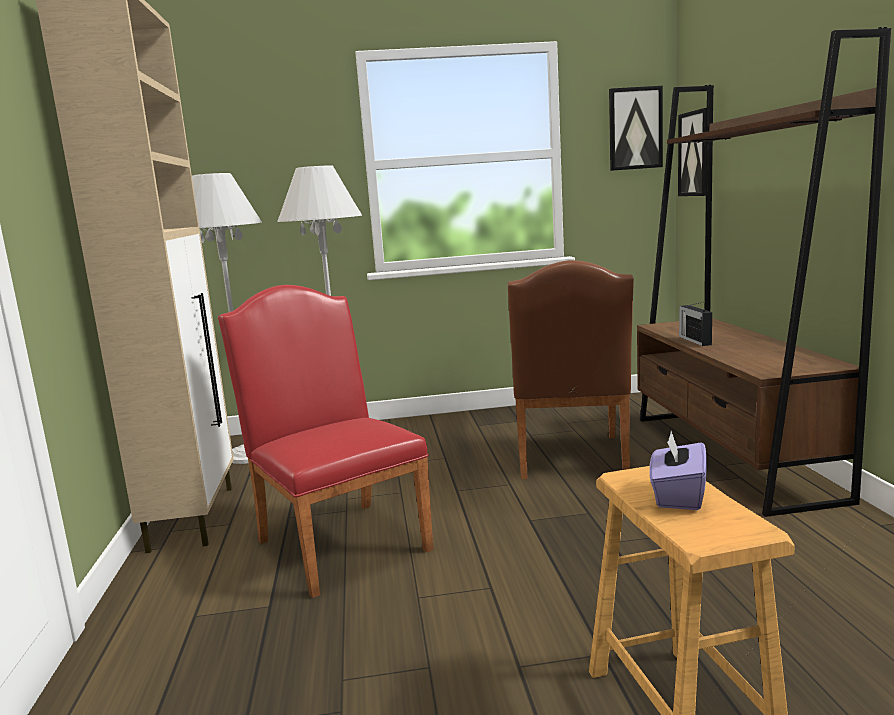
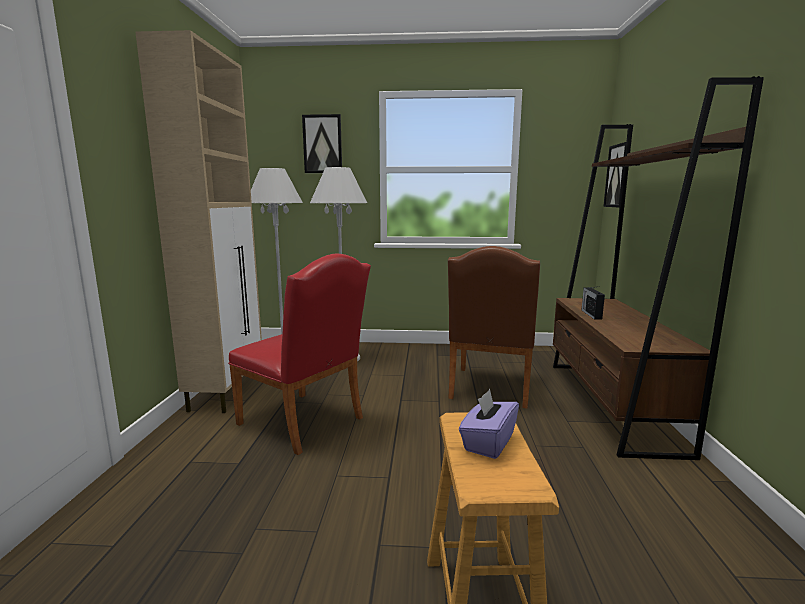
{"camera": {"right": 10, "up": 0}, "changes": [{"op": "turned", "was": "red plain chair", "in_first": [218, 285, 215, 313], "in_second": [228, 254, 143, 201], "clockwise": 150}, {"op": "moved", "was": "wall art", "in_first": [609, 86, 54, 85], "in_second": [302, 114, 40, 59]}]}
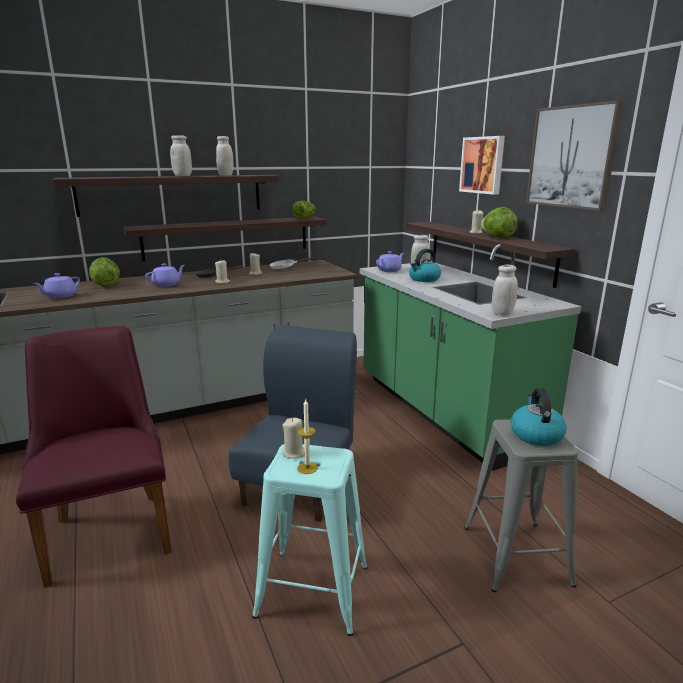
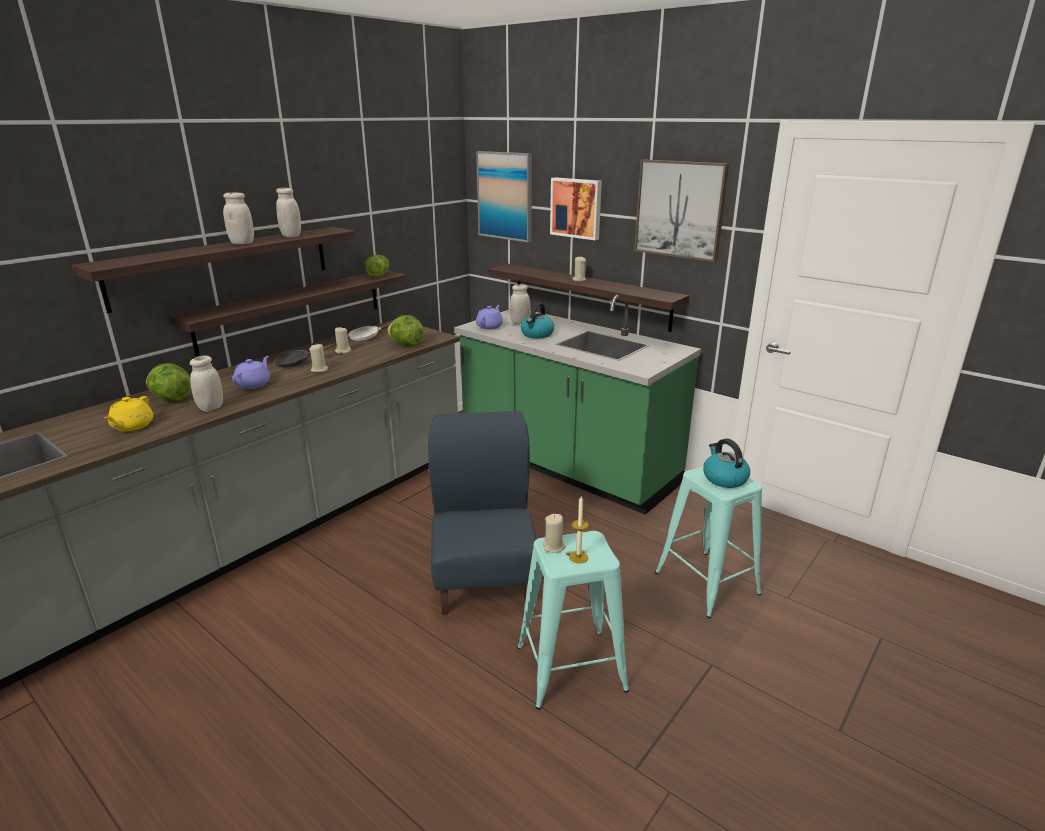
{"camera": {"right": -25, "up": 5}, "changes": [{"op": "recoloured", "was": "purple pot for tea", "now": "yellow-coloured pot for tea", "in_first": [32, 273, 48, 26], "in_second": [104, 396, 49, 35]}, {"op": "moved", "was": "white preserve jar", "in_first": [492, 265, 26, 51], "in_second": [190, 356, 33, 56]}, {"op": "moved", "was": "head of lettuce", "in_first": [481, 207, 36, 31], "in_second": [388, 315, 36, 31]}, {"op": "added", "now": "wall art", "in_second": [476, 151, 56, 91]}, {"op": "recoloured", "was": "gray stool seat", "now": "turquoise-coloured stool seat", "in_first": [464, 419, 114, 173], "in_second": [655, 467, 107, 151]}, {"op": "removed", "was": "purple plain chair", "in_first": [16, 327, 156, 261]}]}
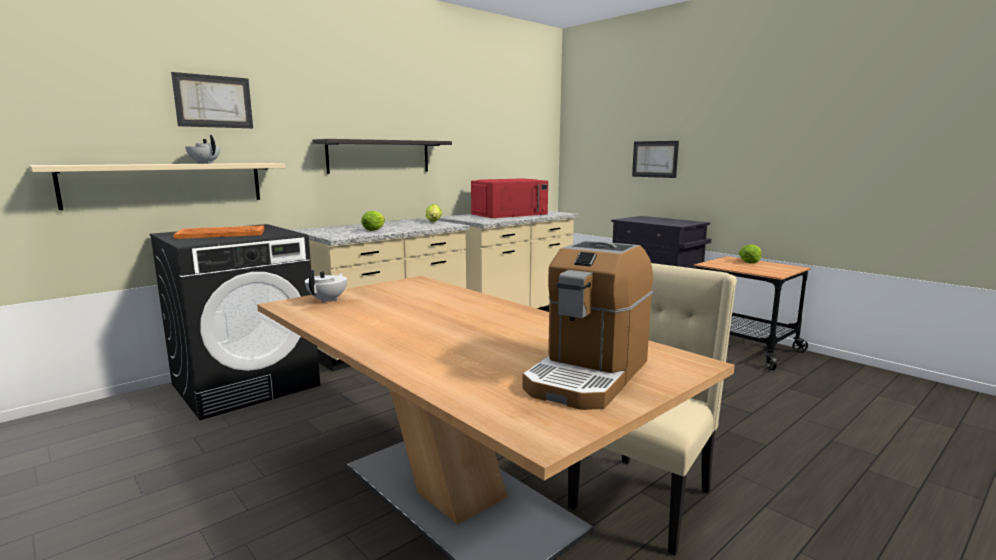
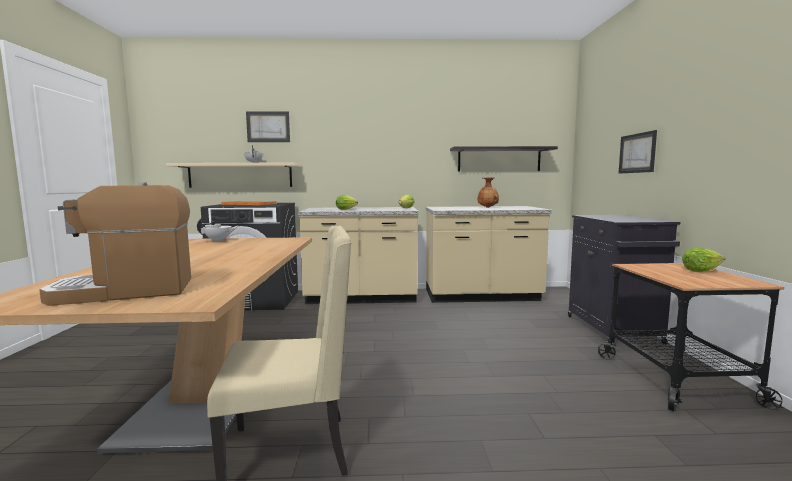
{"camera": {"right": 40, "up": -5}, "changes": [{"op": "moved", "was": "bracket shelf", "in_first": [312, 139, 140, 35], "in_second": [450, 146, 108, 26]}, {"op": "replaced", "was": "red microwave oven", "now": "brown decorative vase", "in_first": [471, 178, 77, 40], "in_second": [478, 177, 21, 31]}]}
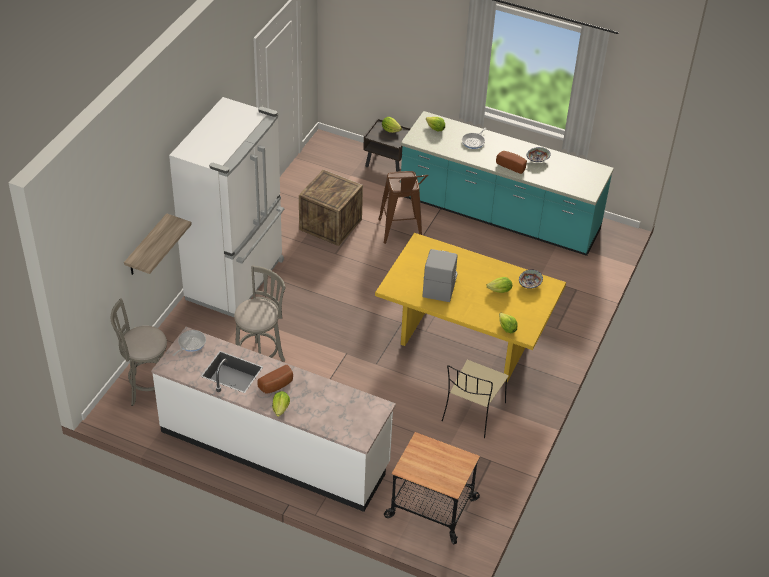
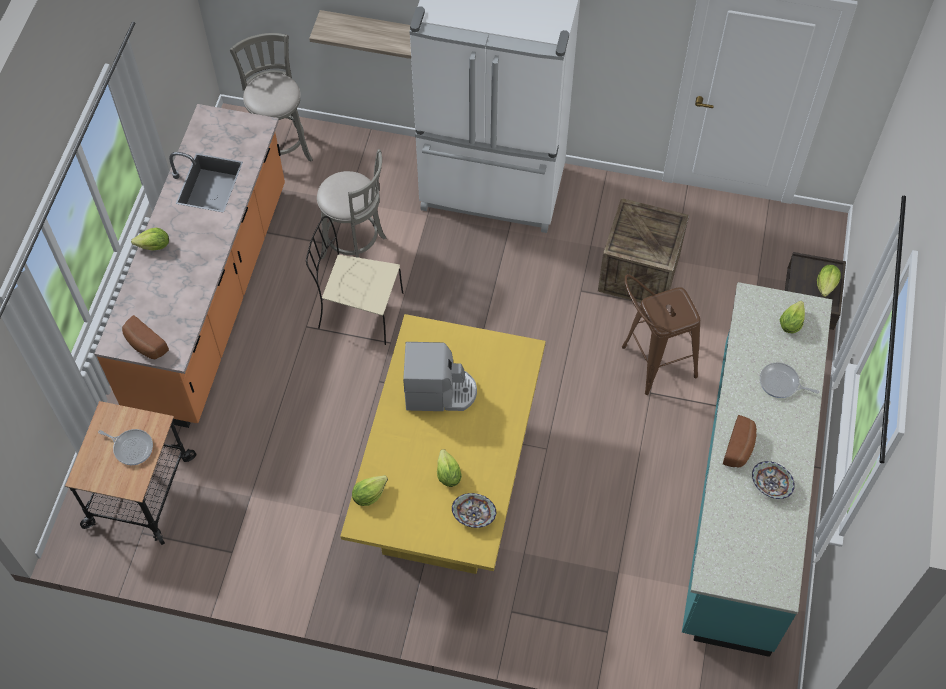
{"camera": {"right": 80, "up": 15}, "changes": [{"op": "recoloured", "was": "white kitchen counter", "now": "orange kitchen counter", "in_first": [151, 327, 245, 185], "in_second": [94, 104, 191, 324]}, {"op": "moved", "was": "skillet", "in_first": [173, 330, 33, 26], "in_second": [98, 429, 55, 36]}, {"op": "moved", "was": "bread", "in_first": [257, 365, 36, 29], "in_second": [122, 315, 47, 44]}, {"op": "moved", "was": "beige plain chair", "in_first": [442, 360, 67, 78], "in_second": [306, 216, 97, 129]}]}
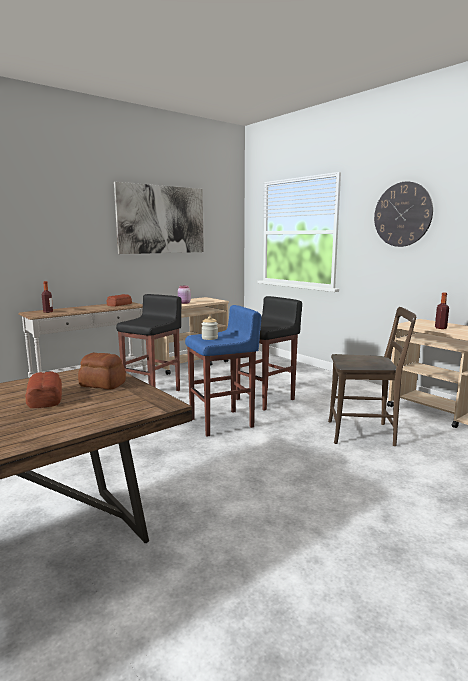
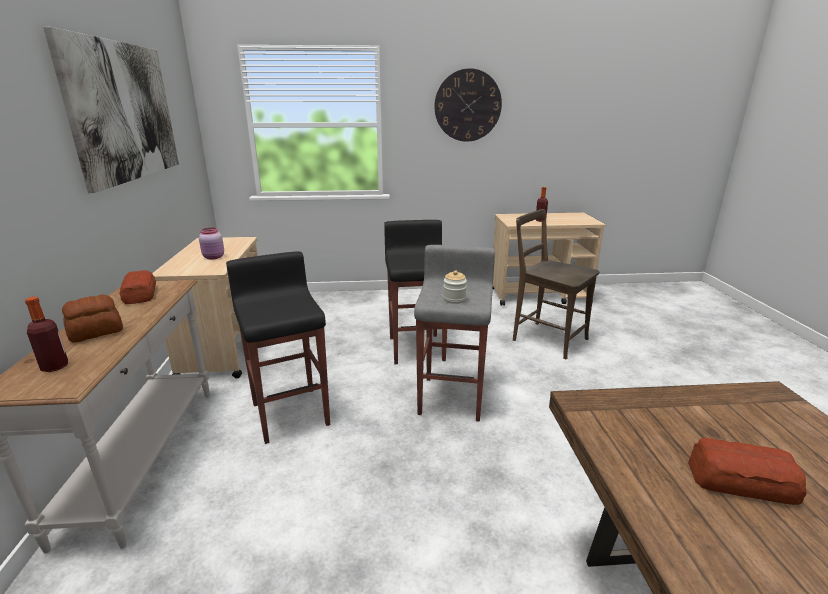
{"camera": {"right": -55, "up": 10}, "changes": [{"op": "moved", "was": "bread", "in_first": [78, 353, 48, 36], "in_second": [62, 295, 61, 48]}, {"op": "recoloured", "was": "bluish stool seat", "now": "gray stool seat", "in_first": [185, 305, 76, 132], "in_second": [414, 245, 81, 177]}, {"op": "turned", "was": "brown plain chair", "in_first": [328, 307, 89, 139], "in_second": [513, 209, 86, 150], "clockwise": -90}]}
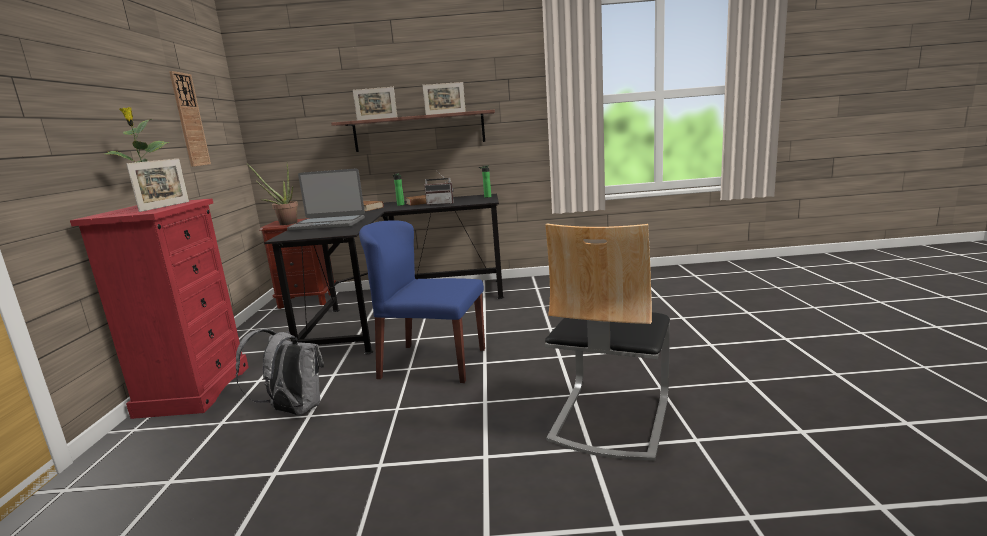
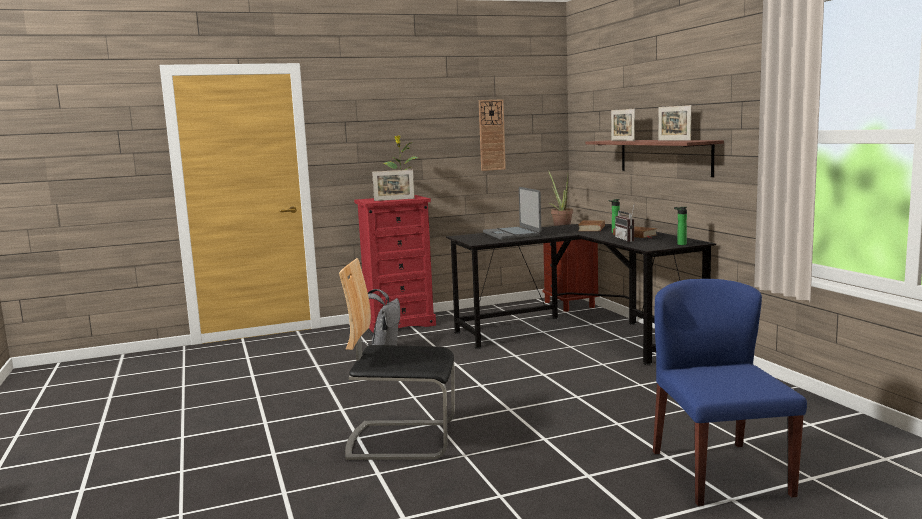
{"camera": {"right": 70, "up": -5}, "changes": [{"op": "moved", "was": "bluish plain chair", "in_first": [359, 220, 126, 163], "in_second": [653, 279, 154, 227]}]}
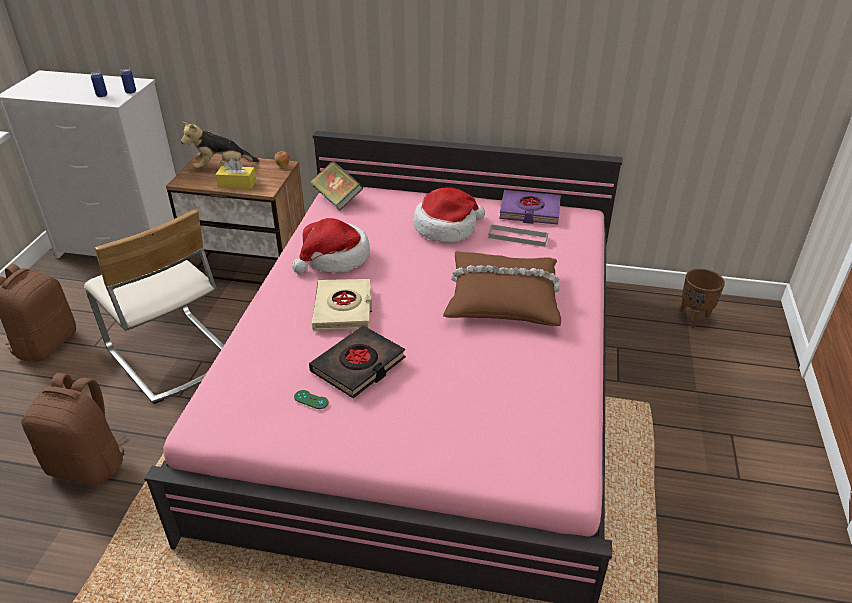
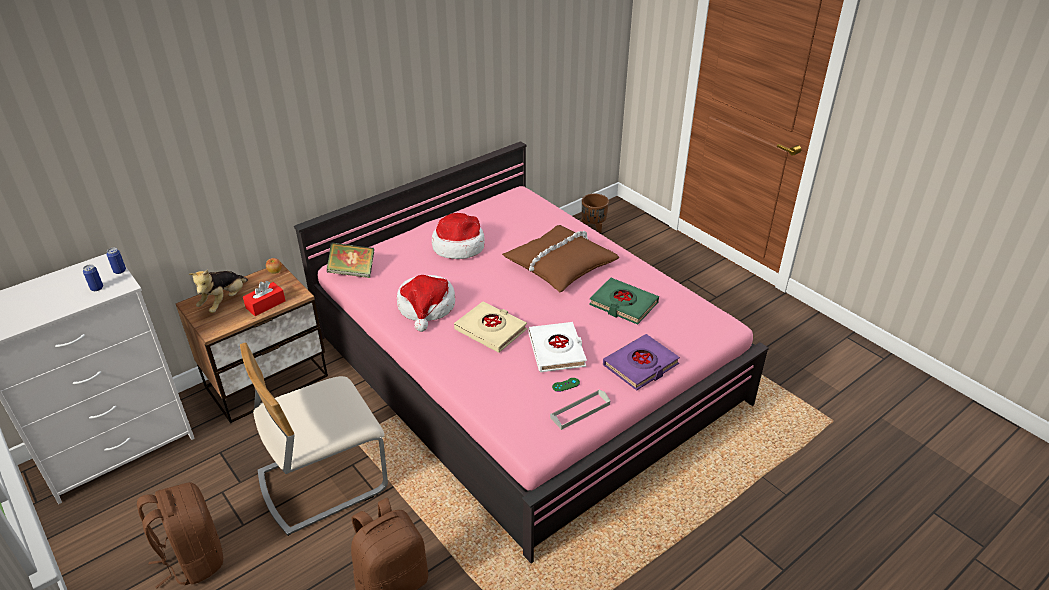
{"camera": {"right": -50, "up": 0}, "changes": [{"op": "turned", "was": "beige plain chair", "in_first": [84, 209, 140, 195], "in_second": [240, 342, 148, 194], "clockwise": 150}, {"op": "recoloured", "was": "yellow-coloured tissue holder", "now": "red tissue holder", "in_first": [216, 158, 40, 31], "in_second": [243, 281, 42, 35]}, {"op": "recoloured", "was": "black bound book", "now": "white bound book", "in_first": [309, 325, 97, 73], "in_second": [528, 322, 59, 50]}, {"op": "moved", "was": "gray tray", "in_first": [488, 224, 60, 23], "in_second": [550, 390, 61, 40]}, {"op": "added", "now": "green bound book", "in_second": [589, 278, 70, 47]}, {"op": "moved", "was": "purple bound book", "in_first": [499, 190, 62, 34], "in_second": [603, 334, 77, 57]}]}
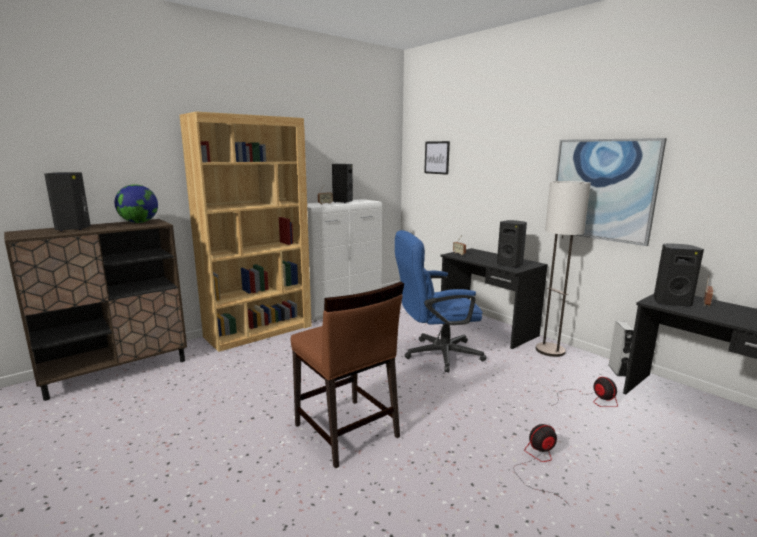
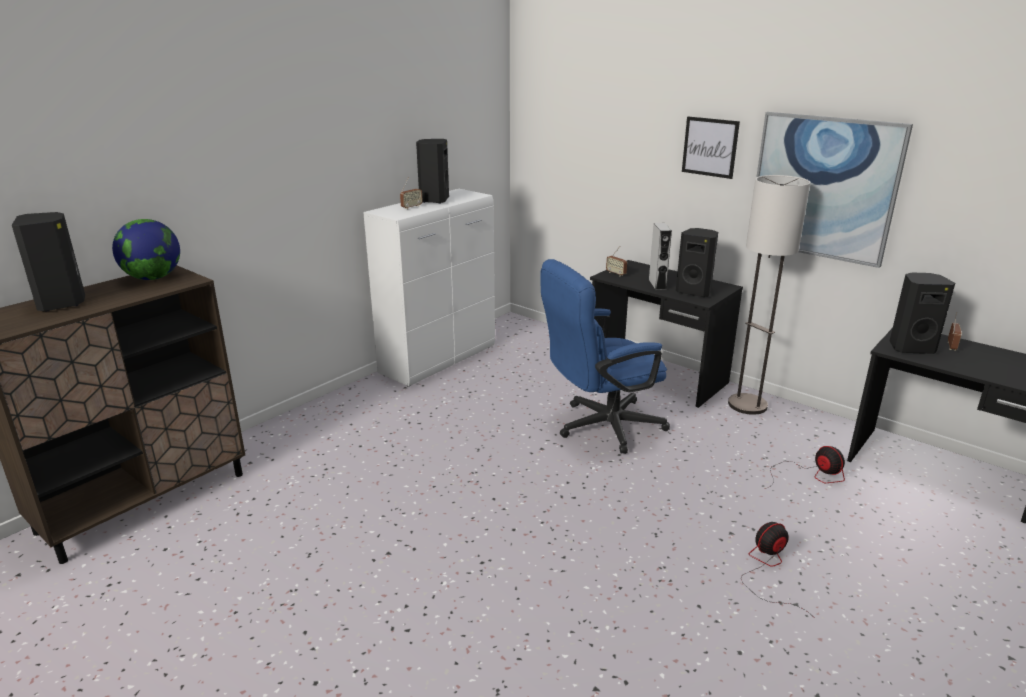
{"camera": {"right": -10, "up": 10}, "changes": [{"op": "moved", "was": "gray loudspeaker", "in_first": [609, 321, 25, 56], "in_second": [649, 223, 23, 67]}, {"op": "moved", "was": "wall art", "in_first": [424, 141, 26, 34], "in_second": [682, 117, 58, 62]}, {"op": "removed", "was": "brown bookshelf", "in_first": [179, 112, 133, 240]}, {"op": "removed", "was": "brown plain chair", "in_first": [291, 281, 113, 187]}]}
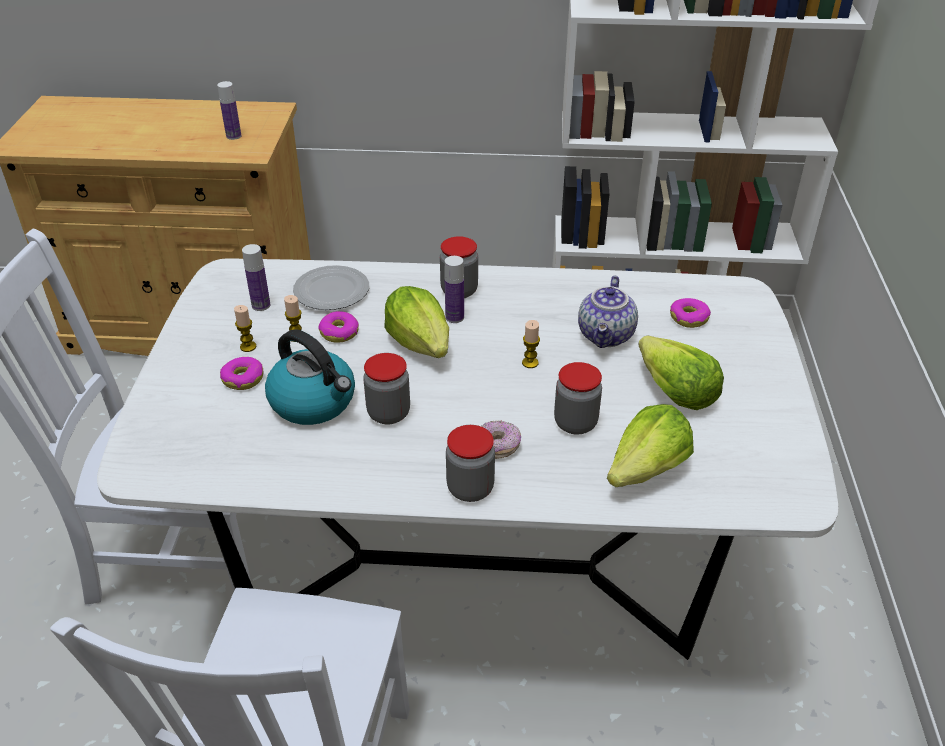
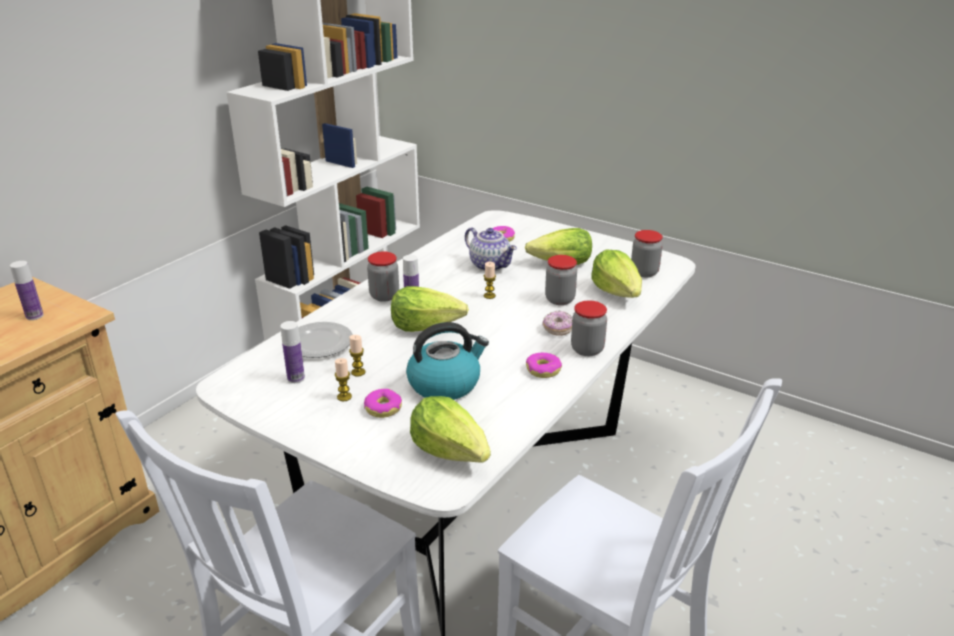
{"camera": {"right": -60, "up": -10}, "changes": [{"op": "added", "now": "head of lettuce", "in_second": [410, 396, 81, 66]}, {"op": "moved", "was": "doughnut", "in_first": [318, 311, 41, 32], "in_second": [526, 353, 36, 25]}, {"op": "moved", "was": "preserve jar", "in_first": [363, 353, 47, 71], "in_second": [631, 230, 32, 47]}]}
